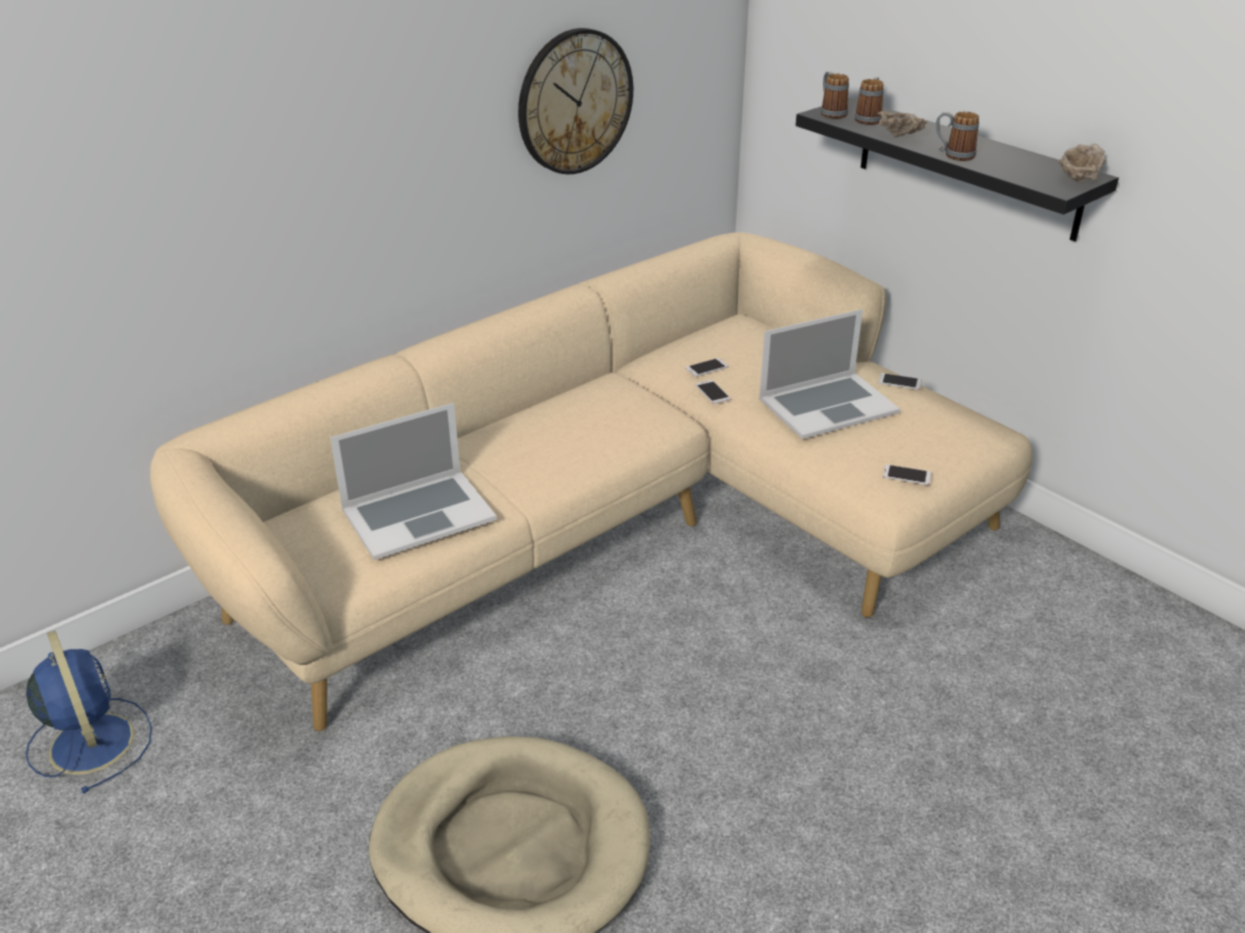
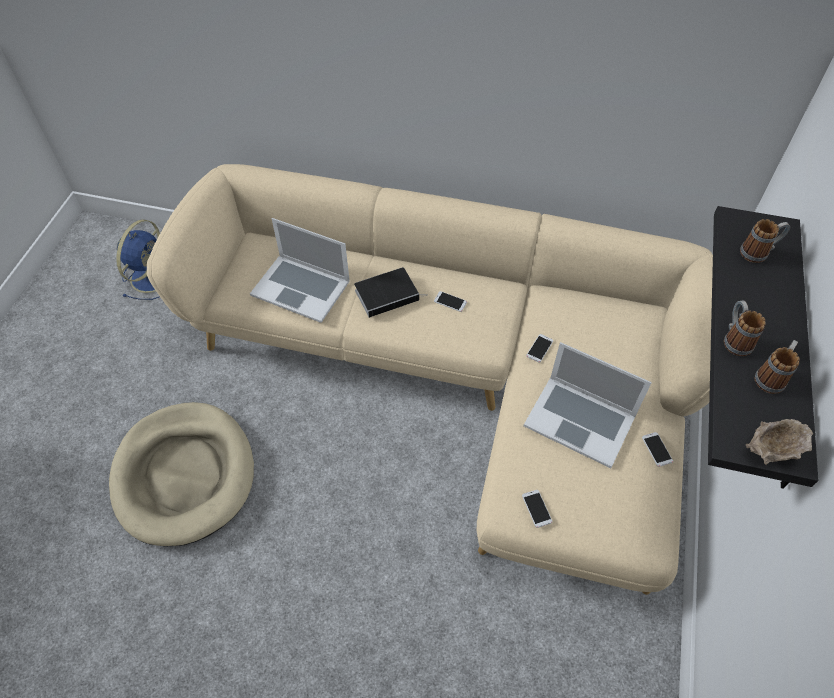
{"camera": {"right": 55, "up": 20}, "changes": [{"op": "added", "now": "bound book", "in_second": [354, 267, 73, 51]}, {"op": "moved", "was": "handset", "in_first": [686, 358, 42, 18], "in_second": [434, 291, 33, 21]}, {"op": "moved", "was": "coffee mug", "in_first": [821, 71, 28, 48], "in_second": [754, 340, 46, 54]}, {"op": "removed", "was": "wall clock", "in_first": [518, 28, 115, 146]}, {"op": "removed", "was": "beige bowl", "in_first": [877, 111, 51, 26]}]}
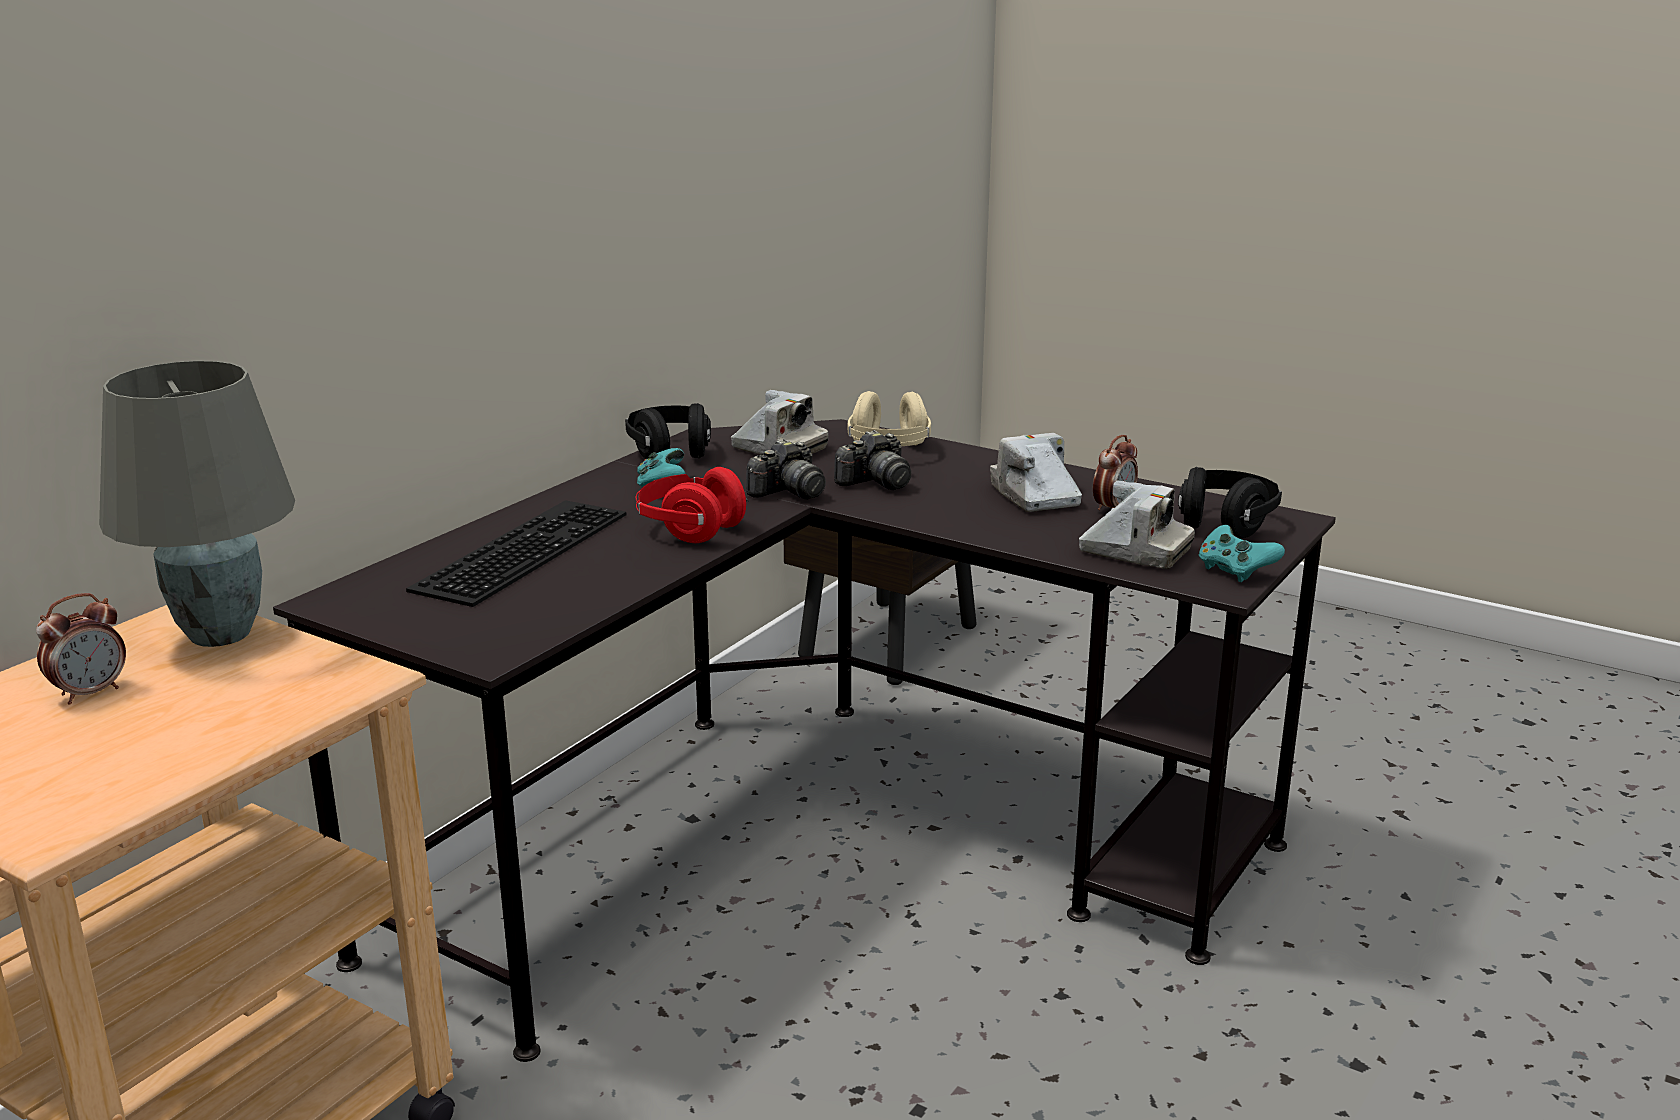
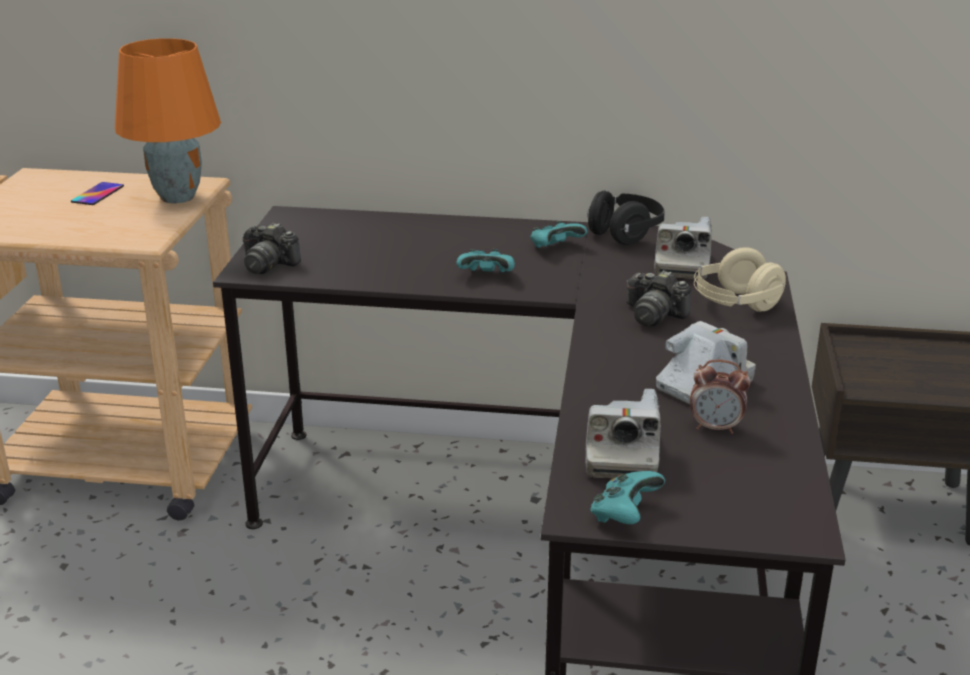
{"camera": {"right": 65, "up": 5}, "changes": [{"op": "replaced", "was": "alarm clock", "now": "handset", "in_first": [36, 593, 90, 112], "in_second": [71, 182, 53, 23]}, {"op": "recoloured", "was": "gray tabletop lamp", "now": "orange tabletop lamp", "in_first": [99, 361, 196, 286], "in_second": [115, 38, 106, 165]}, {"op": "moved", "was": "photo camera", "in_first": [746, 439, 80, 61], "in_second": [243, 223, 58, 51]}, {"op": "replaced", "was": "red headset", "now": "turquoise-coloured game controller", "in_first": [636, 467, 113, 76], "in_second": [456, 249, 59, 23]}, {"op": "removed", "was": "keyboard", "in_first": [406, 500, 220, 107]}, {"op": "removed", "was": "black headset", "in_first": [1178, 467, 104, 72]}]}
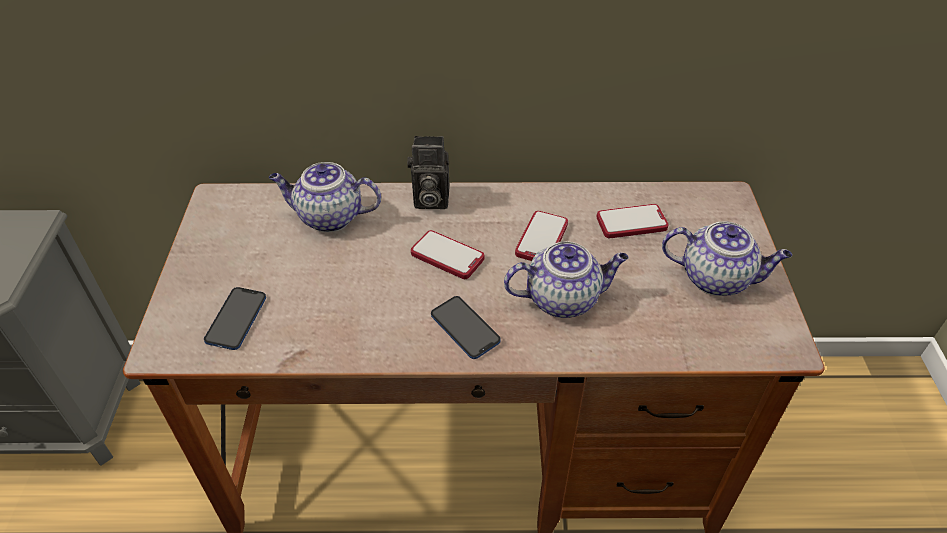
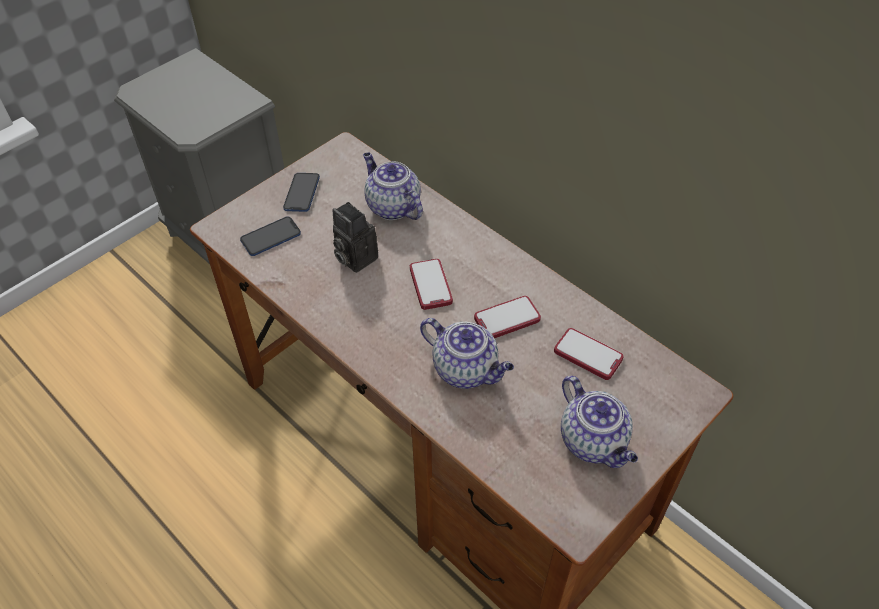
{"camera": {"right": 45, "up": 5}, "changes": [{"op": "moved", "was": "handset", "in_first": [431, 296, 70, 63], "in_second": [283, 173, 37, 39]}, {"op": "moved", "was": "photo camera", "in_first": [407, 136, 42, 73], "in_second": [332, 202, 46, 71]}]}
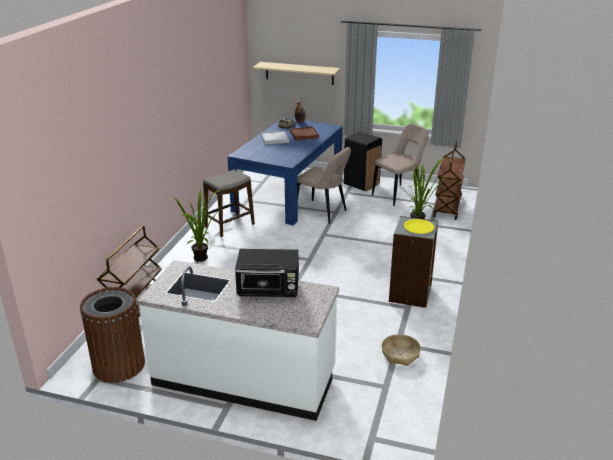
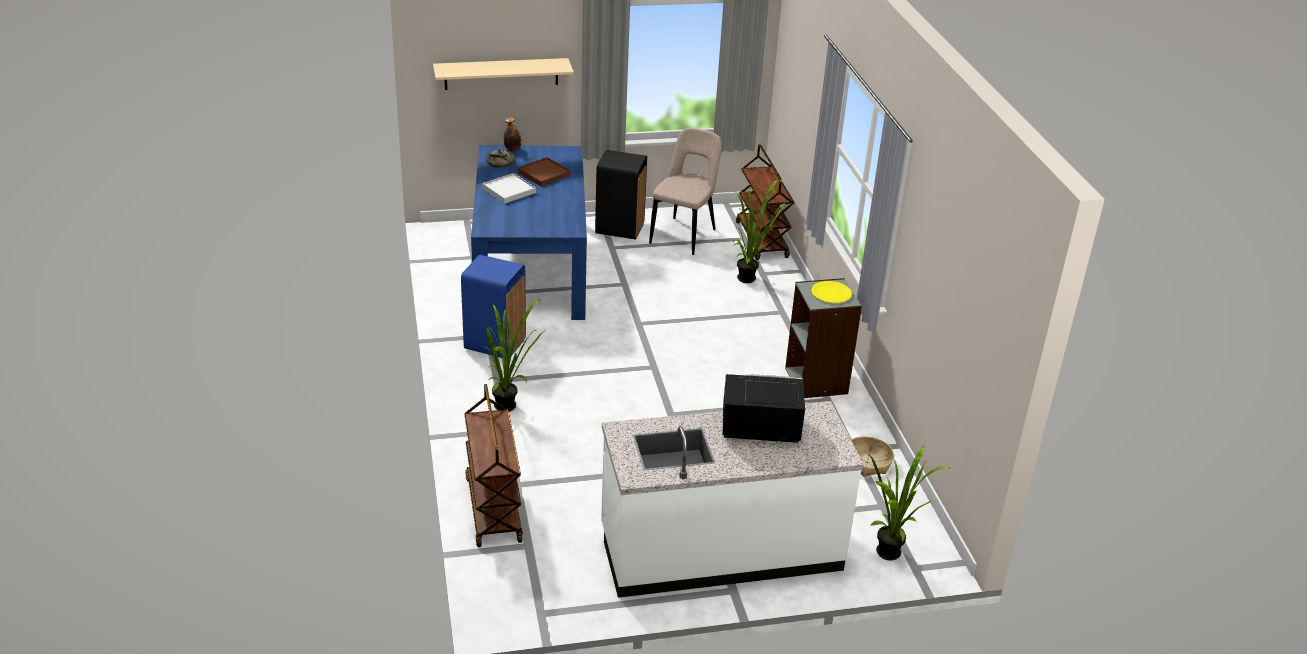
{"camera": {"right": -30, "up": 5}, "changes": [{"op": "replaced", "was": "stool seat", "now": "bluish rubbish bin", "in_first": [203, 169, 52, 68], "in_second": [461, 255, 65, 103]}, {"op": "turned", "was": "black microwave oven", "in_first": [235, 249, 64, 48], "in_second": [723, 374, 82, 69], "clockwise": -150}, {"op": "added", "now": "houseplant", "in_second": [868, 445, 83, 115]}, {"op": "removed", "was": "brown rubbish bin", "in_first": [80, 287, 65, 96]}, {"op": "removed", "was": "beige plain chair", "in_first": [298, 147, 53, 77]}]}
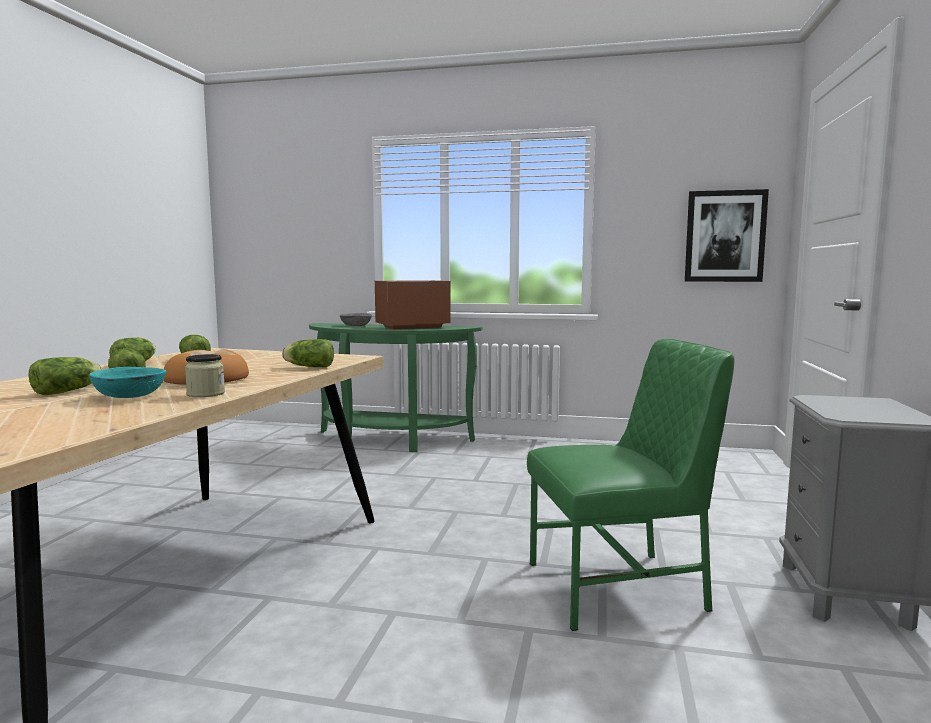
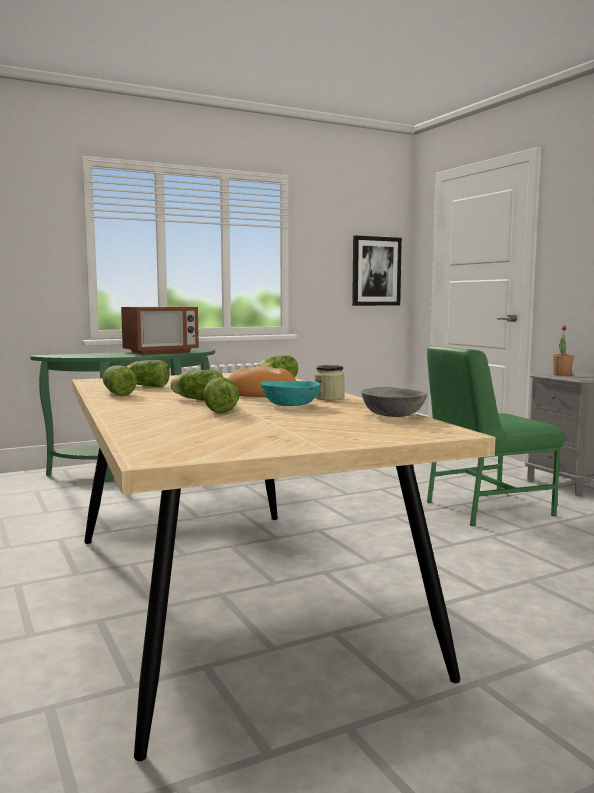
{"camera": {"right": -40, "up": 0}, "changes": [{"op": "turned", "was": "microwave oven", "in_first": [375, 280, 76, 49], "in_second": [121, 307, 78, 48], "clockwise": -150}, {"op": "moved", "was": "gray bowl", "in_first": [340, 313, 32, 13], "in_second": [361, 387, 66, 30]}, {"op": "turned", "was": "green plain chair", "in_first": [527, 339, 208, 292], "in_second": [427, 345, 137, 181], "clockwise": -150}, {"op": "added", "now": "houseplant", "in_second": [553, 325, 21, 51]}]}
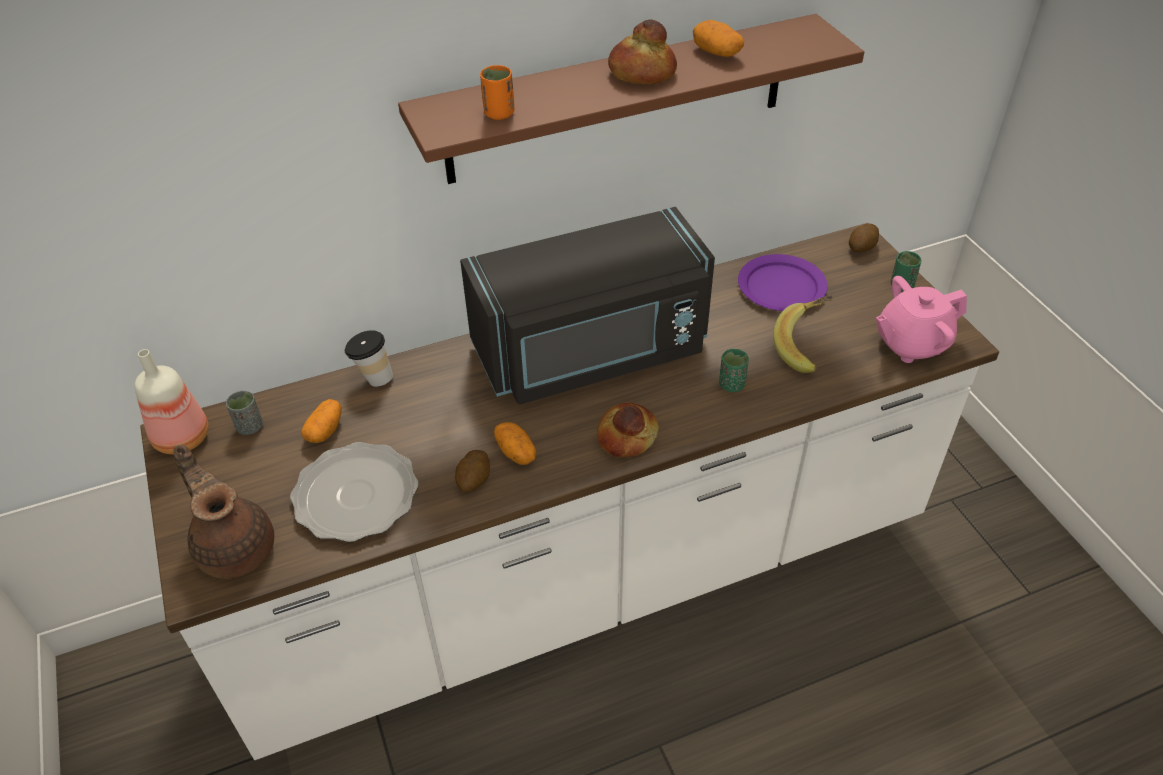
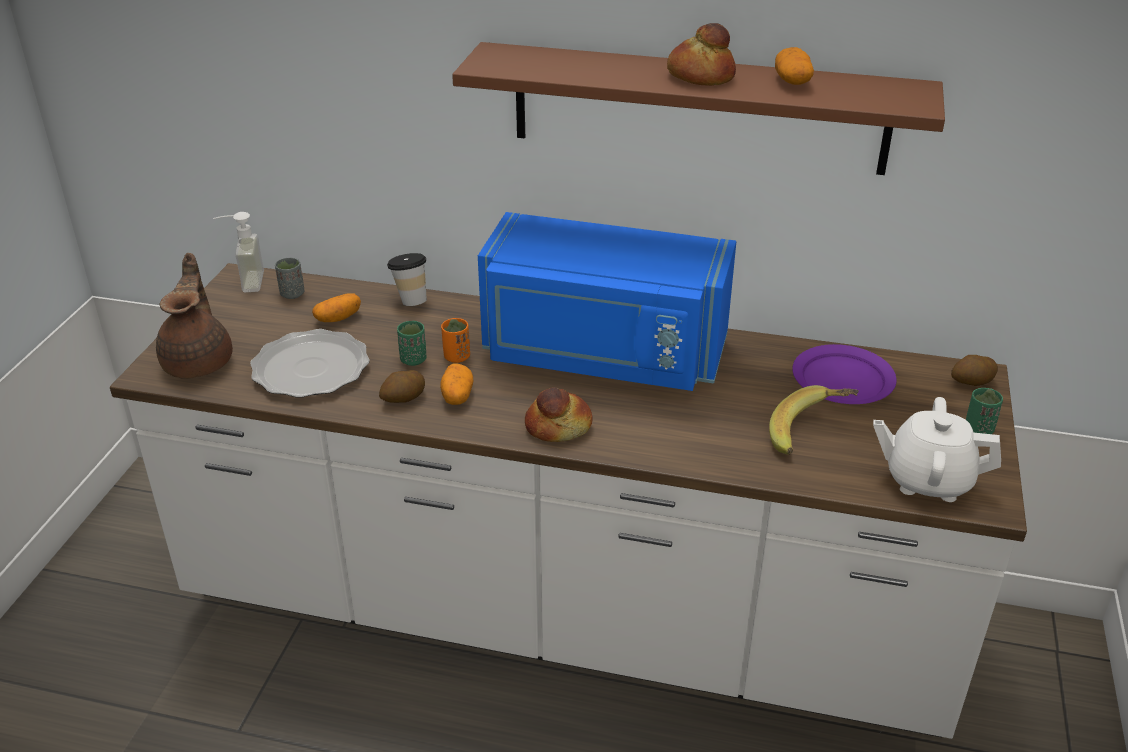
{"camera": {"right": 35, "up": -10}, "changes": [{"op": "replaced", "was": "beverage bottle", "now": "liquid soap bottle", "in_first": [134, 349, 75, 105], "in_second": [213, 212, 51, 80]}, {"op": "moved", "was": "green drinking cup", "in_first": [719, 349, 30, 43], "in_second": [397, 321, 29, 45]}, {"op": "moved", "was": "orange drinking cup", "in_first": [480, 65, 35, 55], "in_second": [441, 318, 29, 45]}, {"op": "recoloured", "was": "black microwave oven", "now": "bluish microwave oven", "in_first": [460, 207, 255, 197], "in_second": [478, 212, 258, 179]}, {"op": "recoloured", "was": "pink-coloured pot for tea", "now": "white pot for tea", "in_first": [876, 276, 91, 87], "in_second": [873, 397, 128, 105]}]}
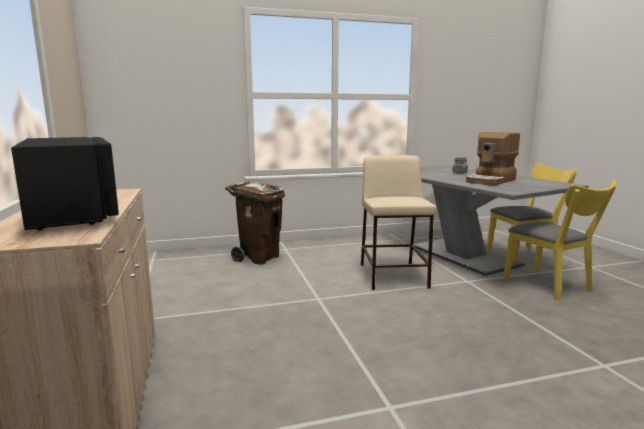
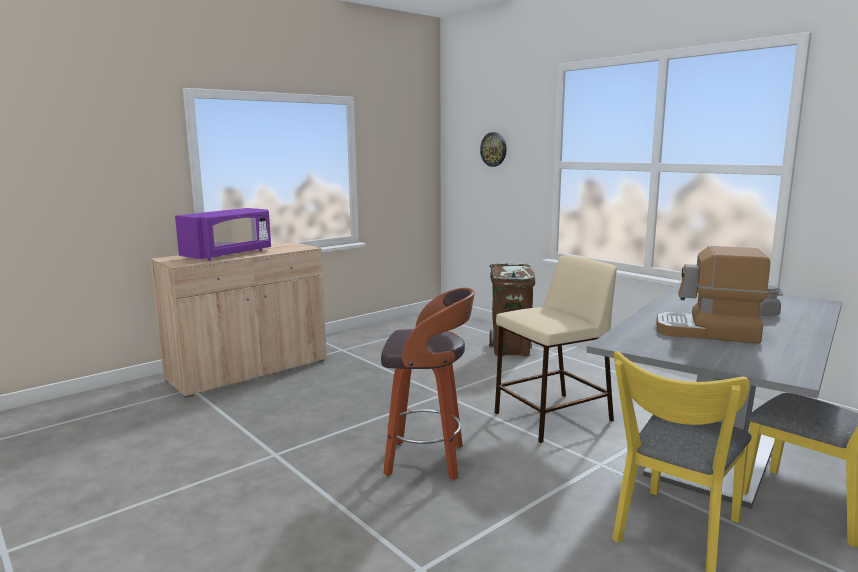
{"camera": {"right": 65, "up": 0}, "changes": [{"op": "recoloured", "was": "black microwave oven", "now": "purple microwave oven", "in_first": [11, 137, 108, 93], "in_second": [175, 208, 96, 52]}, {"op": "added", "now": "stool seat", "in_second": [381, 288, 94, 192]}, {"op": "added", "now": "wall clock", "in_second": [480, 132, 27, 35]}]}
